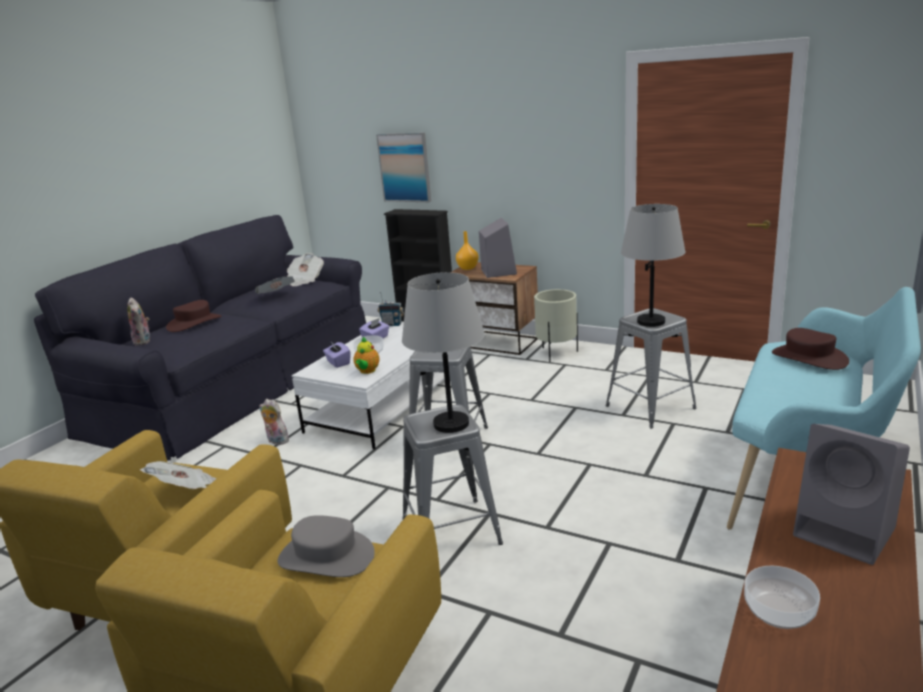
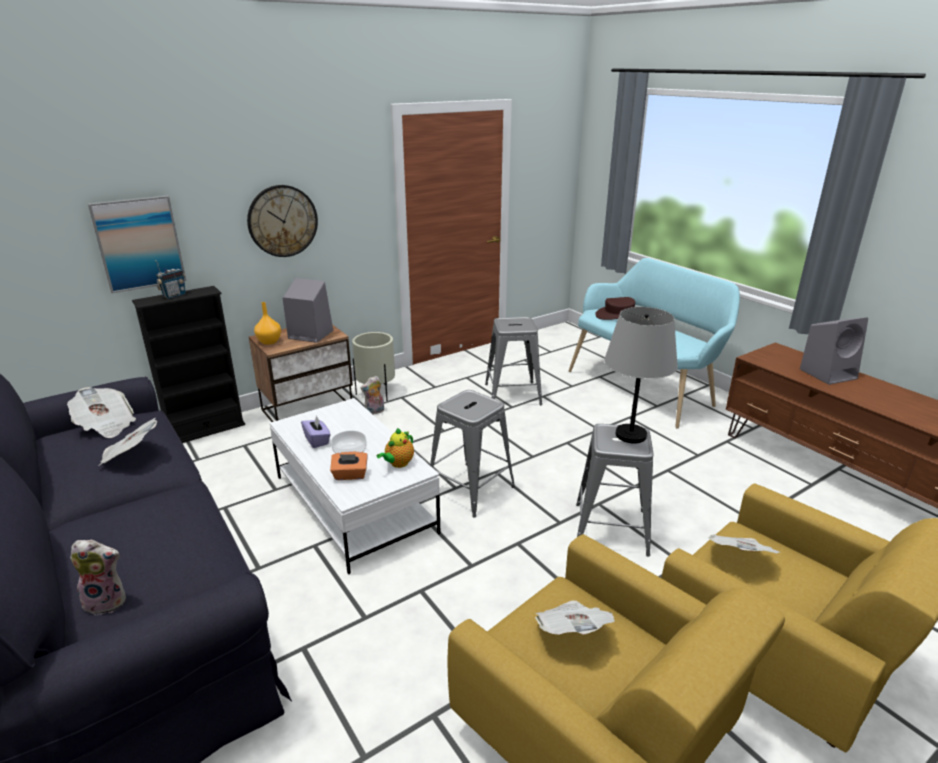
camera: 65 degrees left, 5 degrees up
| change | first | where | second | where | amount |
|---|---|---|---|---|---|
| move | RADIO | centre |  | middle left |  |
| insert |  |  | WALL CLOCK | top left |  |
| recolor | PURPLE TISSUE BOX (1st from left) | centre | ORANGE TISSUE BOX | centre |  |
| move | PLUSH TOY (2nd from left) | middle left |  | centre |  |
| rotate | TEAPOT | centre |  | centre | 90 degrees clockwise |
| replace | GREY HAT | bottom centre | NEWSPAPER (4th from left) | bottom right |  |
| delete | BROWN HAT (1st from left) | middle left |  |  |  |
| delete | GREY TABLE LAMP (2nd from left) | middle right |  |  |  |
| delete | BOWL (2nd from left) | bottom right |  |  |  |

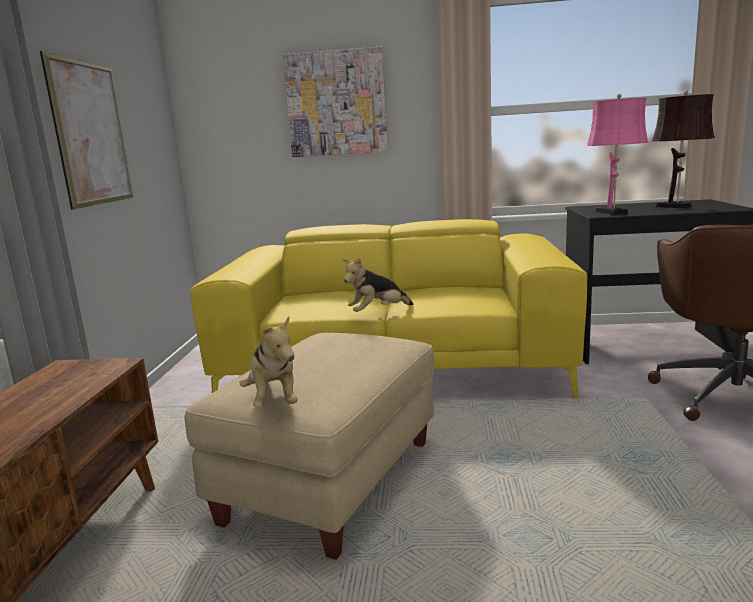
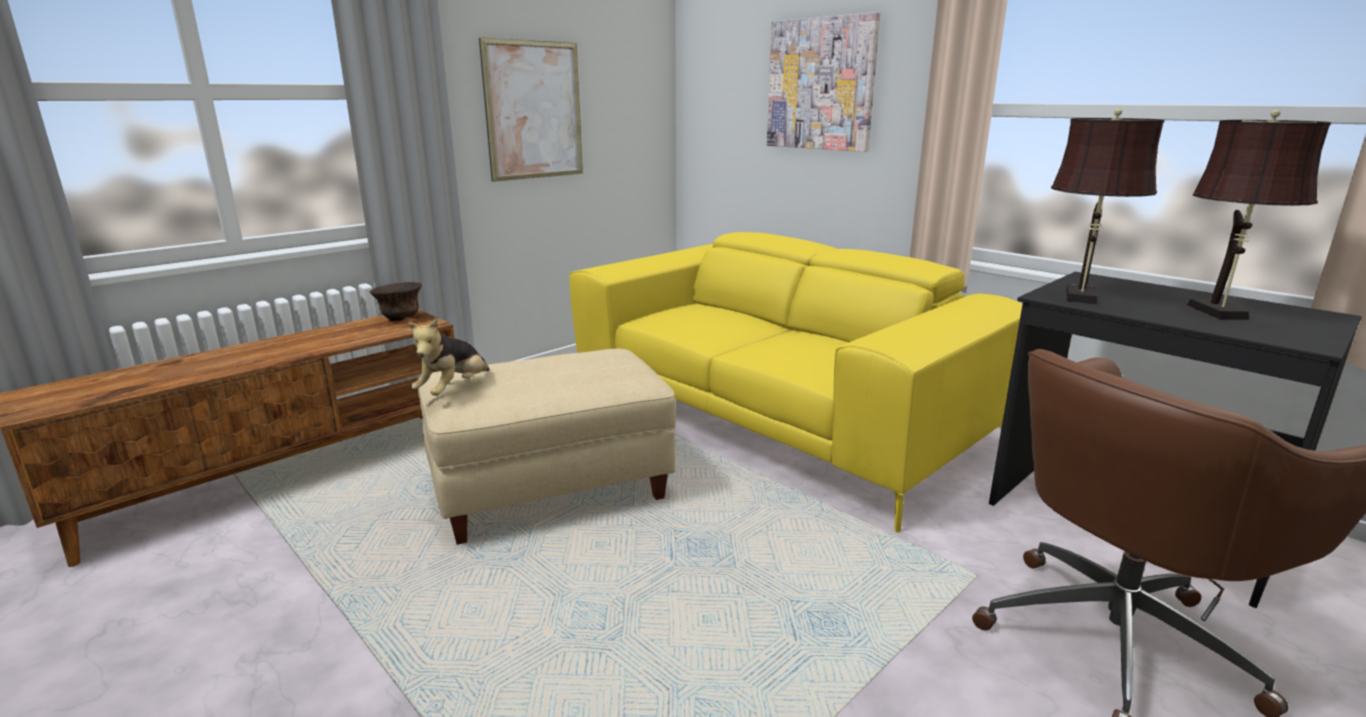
camera: 40 degrees right, 5 degrees up
| change | first | where | second | where | amount |
|---|---|---|---|---|---|
| insert |  |  | BROWN BOWL | middle left |  |
| recolor | PINK TABLE LAMP | top right | BROWN TABLE LAMP (1st from left) | top right |  |
| delete | PLUSH TOY (2nd from left) | centre |  |  |  |

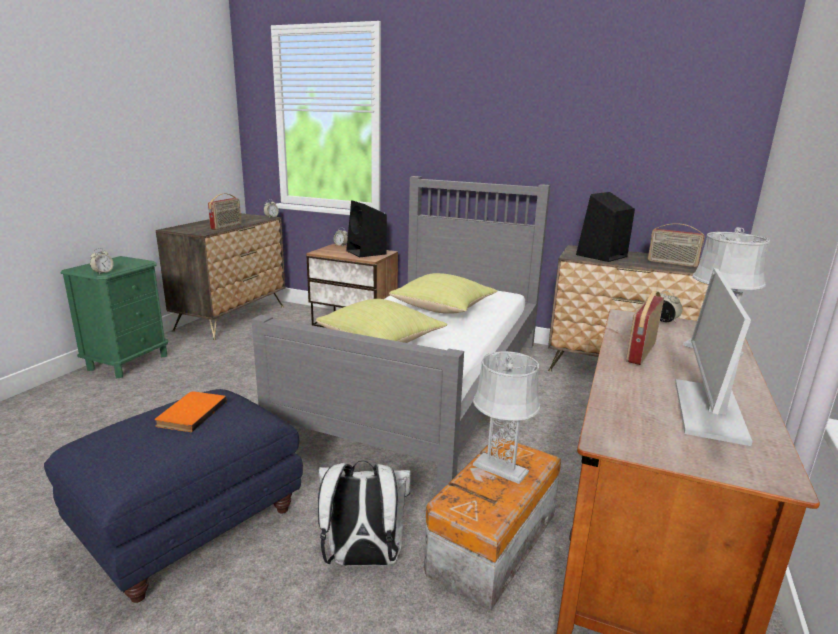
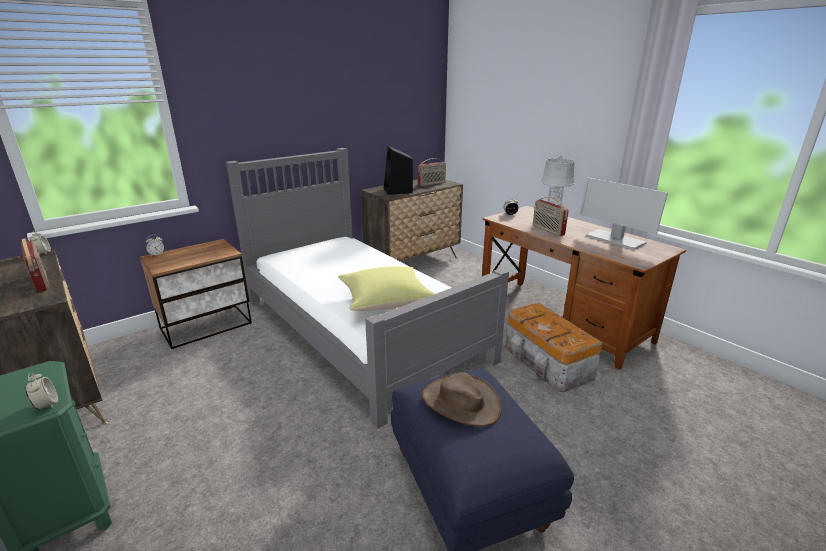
camera: 60 degrees left, 5 degrees up
| change | first | where | second | where | amount |
|---|---|---|---|---|---|
| replace | ORANGE BOOK | middle left | BROWN HAT | bottom centre |  |
| delete | WHITE BACKPACK | bottom centre |  |  |  |
| delete | BLACK SPEAKER (1st from left) | centre |  |  |  |
| delete | YELLOW PILLOW (2nd from left) | centre |  |  |  |
| delete | GREY TABLE LAMP (1st from left) | centre |  |  |  |

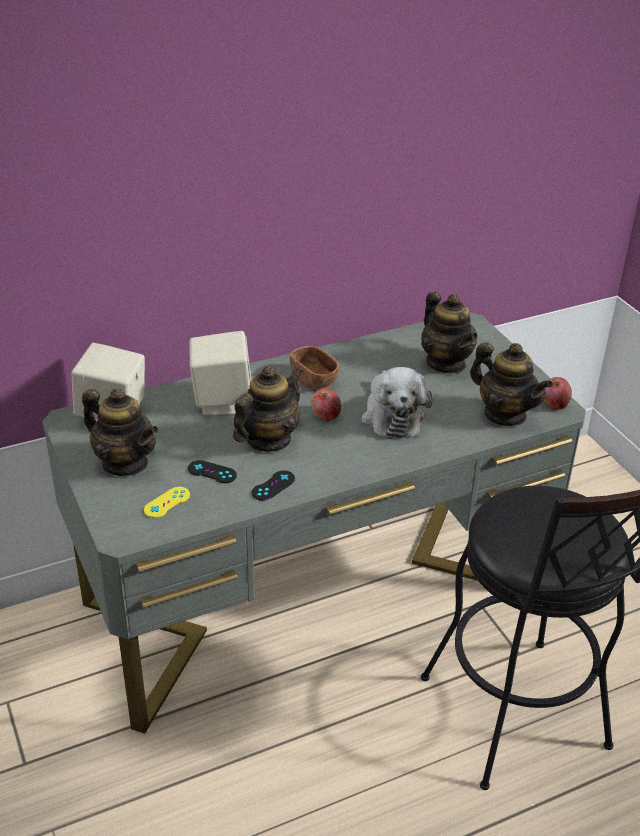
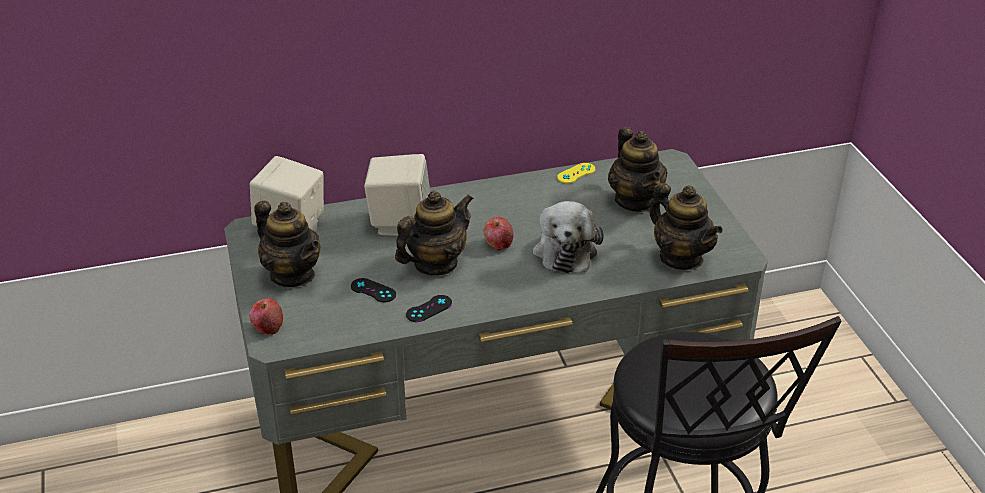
camera: 10 degrees right, 0 degrees up
| change | first | where | second | where | amount |
|---|---|---|---|---|---|
| move | APPLE (2nd from left in the first image) | middle right | APPLE (1st from left) | middle left |  |
| move | YELLOW GAME CONTROLLER | middle left |  | centre |  |
| delete | BROWN BOWL | centre |  |  |  |

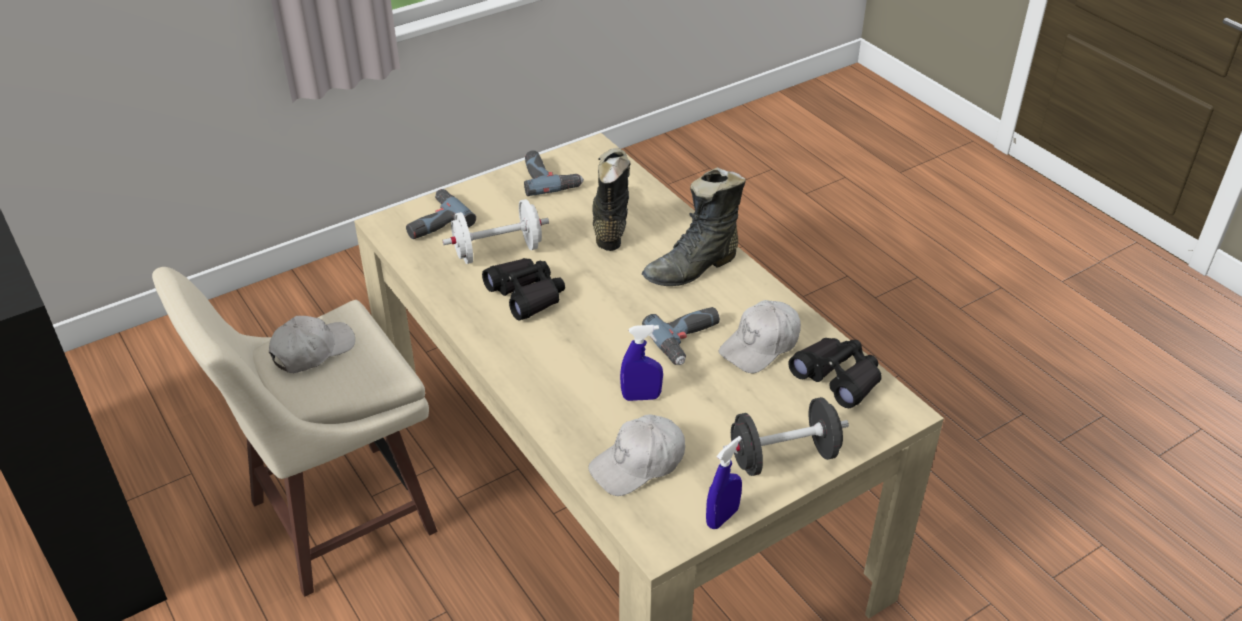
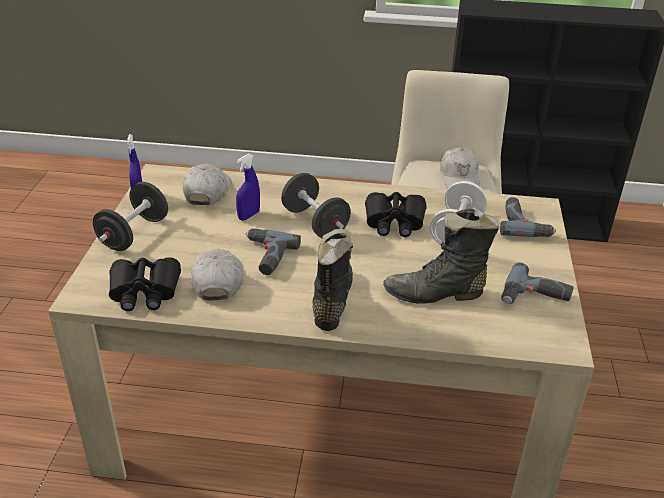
camera: 130 degrees right, 5 degrees down
| change | first | where | second | where | amount |
|---|---|---|---|---|---|
| insert |  |  | BLACK DUMBBELL (2nd from left) | centre |  |
| rotate | BLACK BOOT (1st from left in the first image) | top centre | BLACK BOOT (2nd from left) | centre | 135 degrees clockwise |

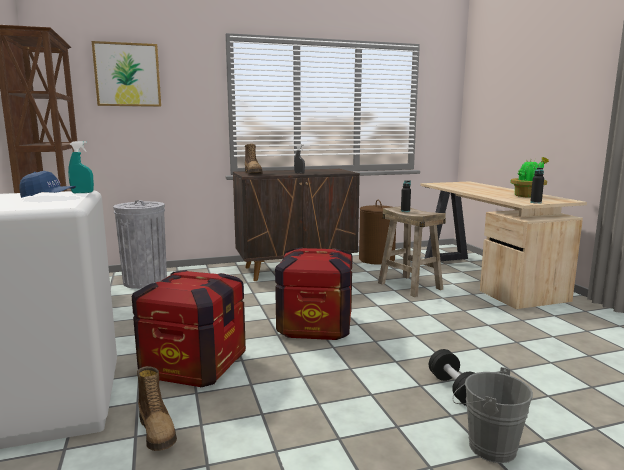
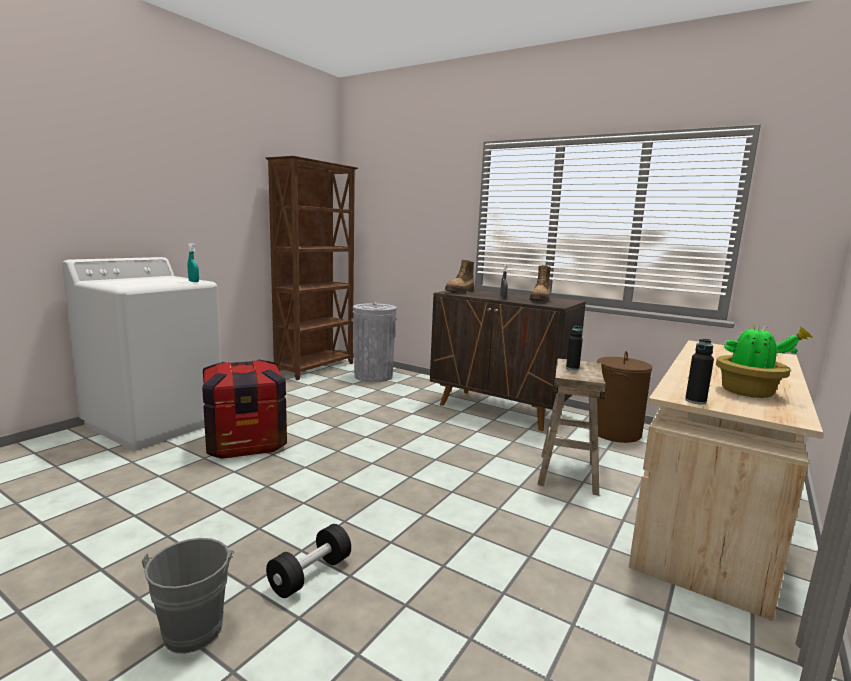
camera: 50 degrees right, 0 degrees up
| change | first | where | second | where | amount |
|---|---|---|---|---|---|
| move | BOOT (1st from left in the first image) | bottom left | BOOT (2nd from left) | centre |  |
| delete | BLUE CAP | middle left |  |  |  |
| delete | PICTURE | top left |  |  |  |
| delete | CRATE (2nd from left) | centre |  |  |  |

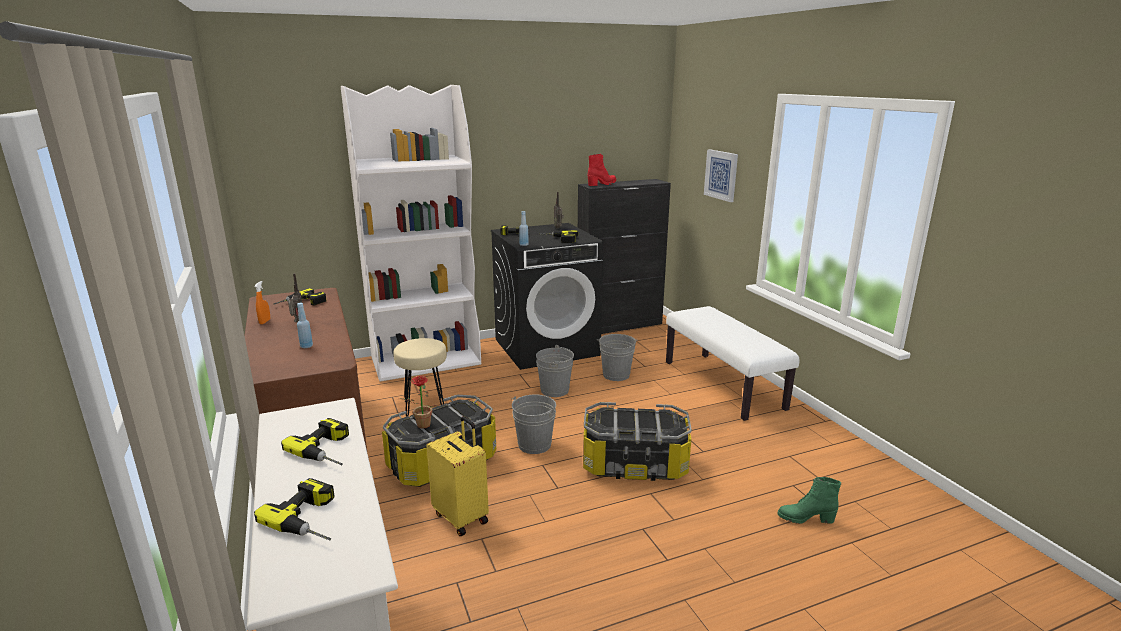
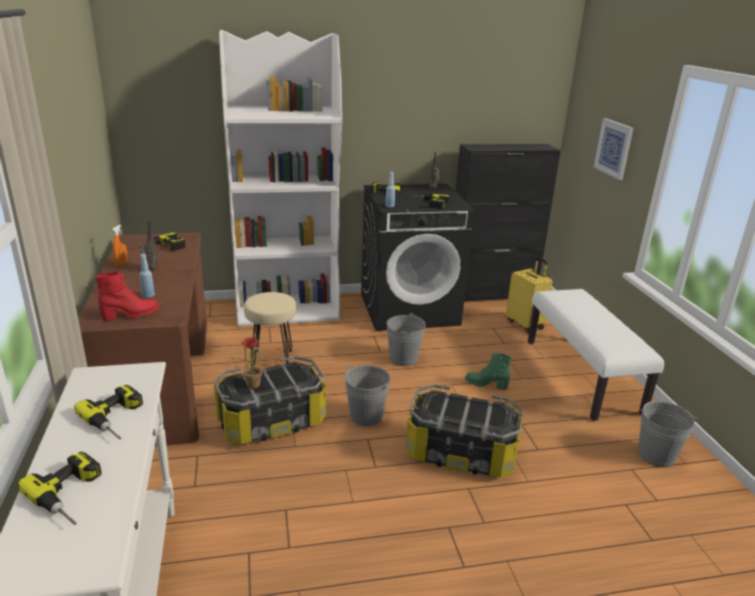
camera: 10 degrees right, 5 degrees up
| change | first | where | second | where | amount |
|---|---|---|---|---|---|
| move | RED BOOT | top centre |  | middle left |  |
| move | GREEN BOOT | bottom right |  | centre |  |
| move | YELLOW SUITCASE | bottom centre |  | middle right |  |
| move | GREY BUCKET (3rd from left) | centre |  | bottom right |  |

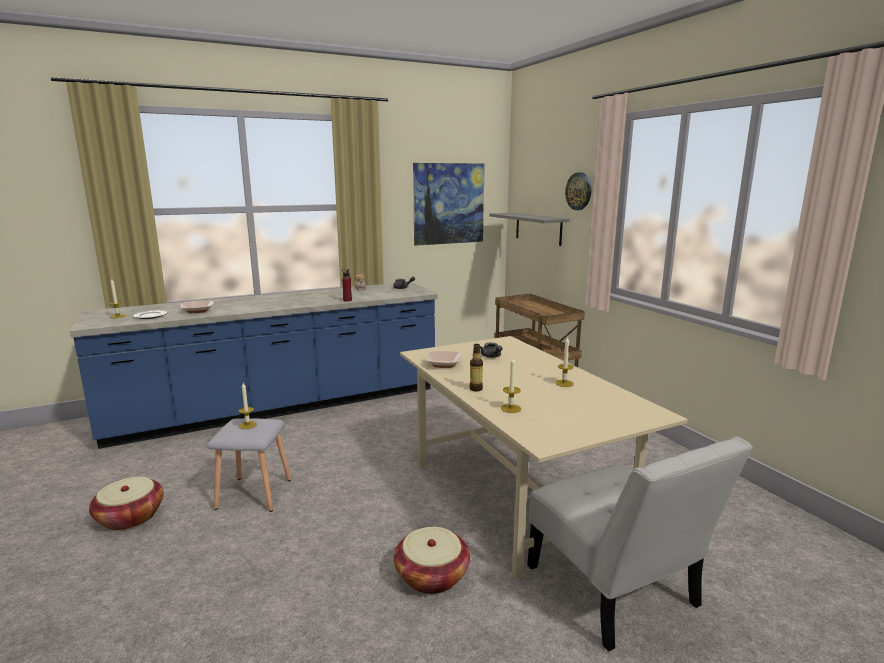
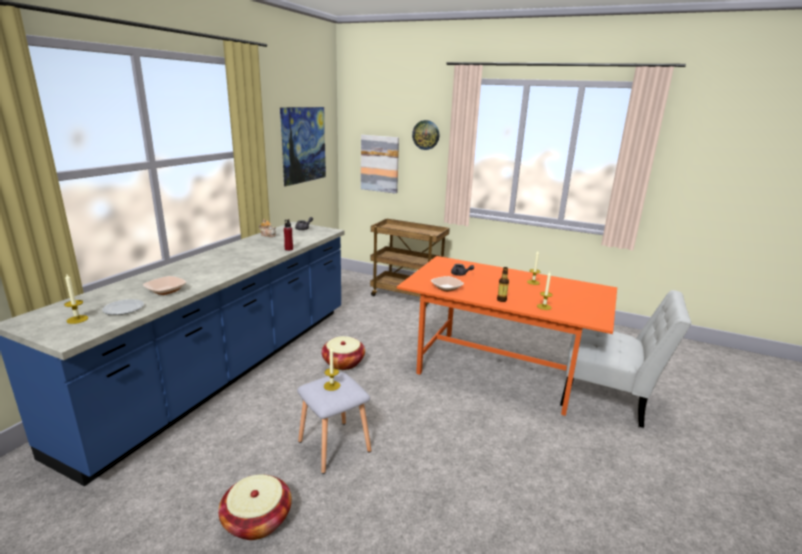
camera: 40 degrees left, 5 degrees up
| change | first | where | second | where | amount |
|---|---|---|---|---|---|
| move | BASKET (2nd from left) | bottom centre |  | centre |  |
| replace | GREY SHELF | centre | PICTURE (2nd from left) | top centre |  |
| recolor | BEIGE DINING TABLE | bottom centre | ORANGE DINING TABLE | centre |  |

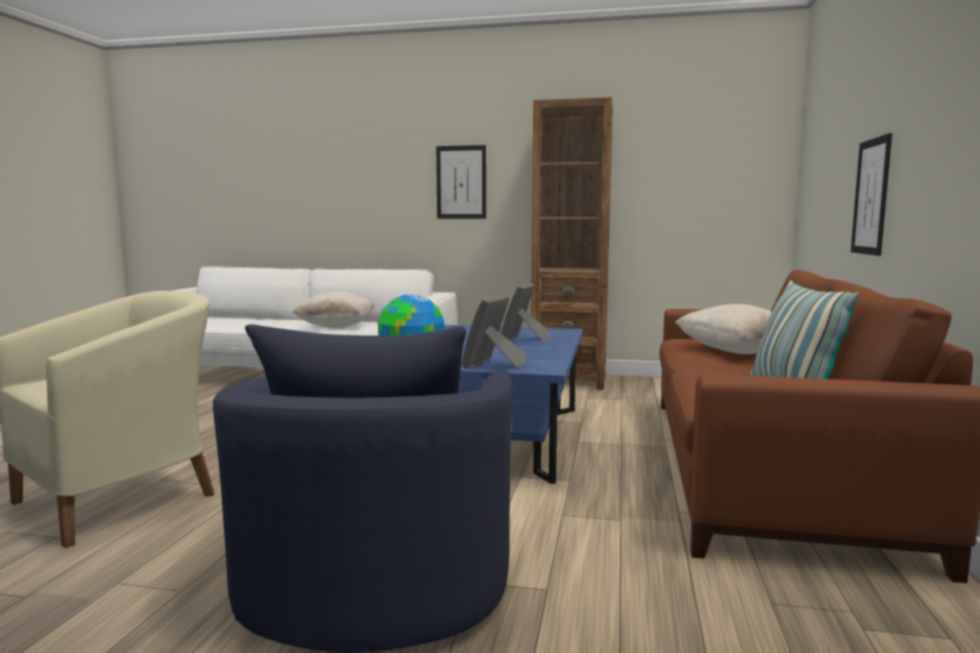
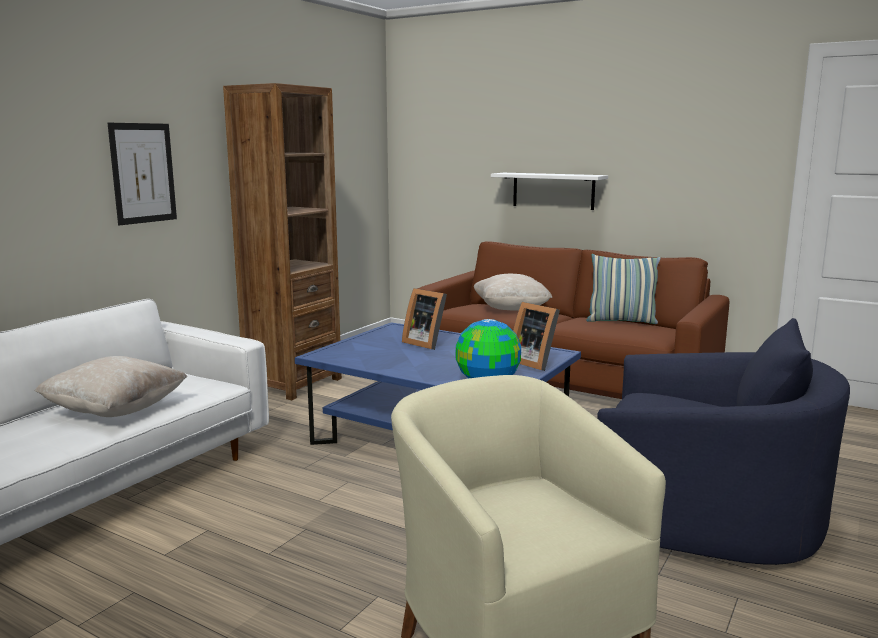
camera: 70 degrees left, 5 degrees up
| change | first | where | second | where | amount |
|---|---|---|---|---|---|
| replace | PICTURE (2nd from left) | top right | WHITE SHELF | top centre |  |

